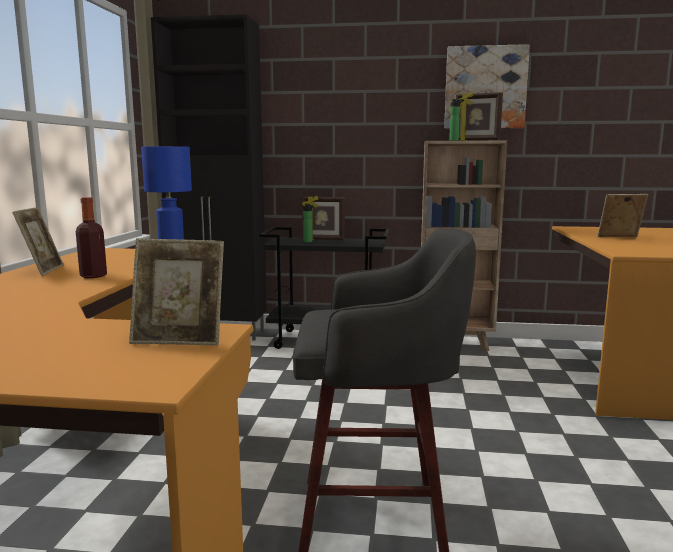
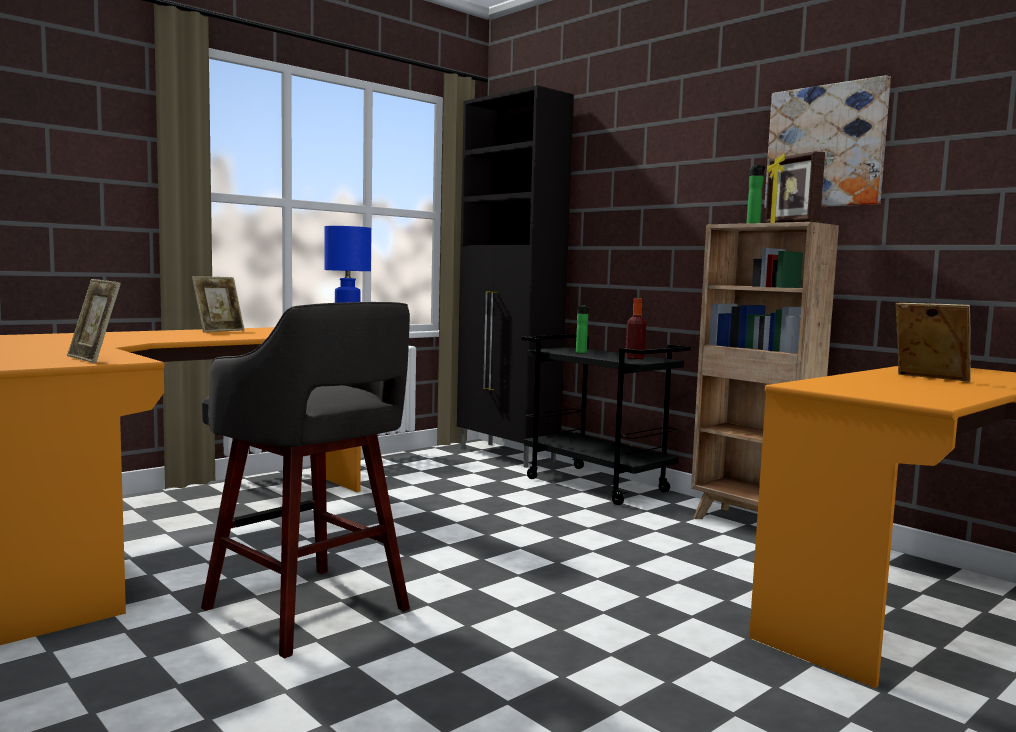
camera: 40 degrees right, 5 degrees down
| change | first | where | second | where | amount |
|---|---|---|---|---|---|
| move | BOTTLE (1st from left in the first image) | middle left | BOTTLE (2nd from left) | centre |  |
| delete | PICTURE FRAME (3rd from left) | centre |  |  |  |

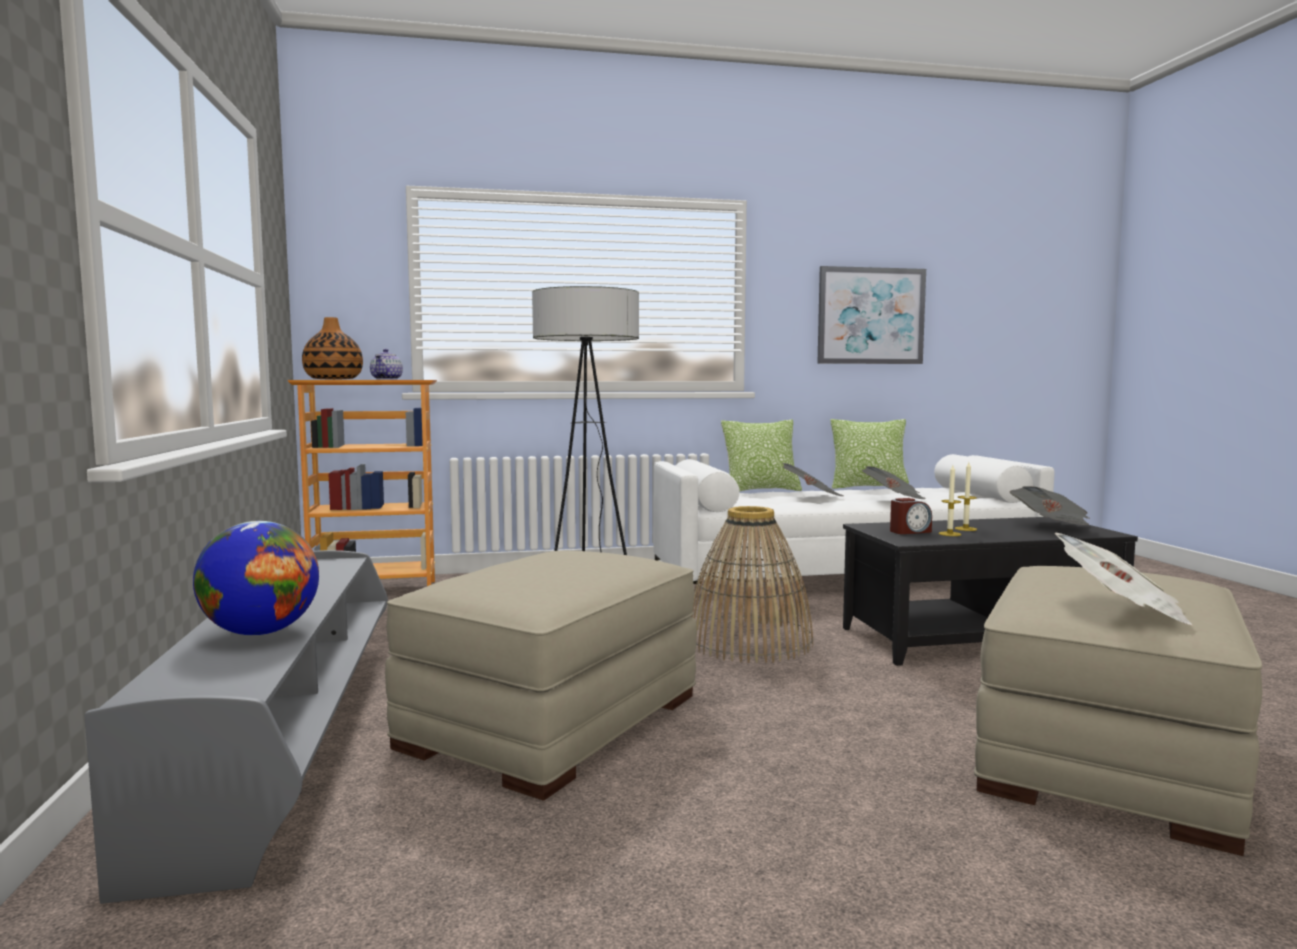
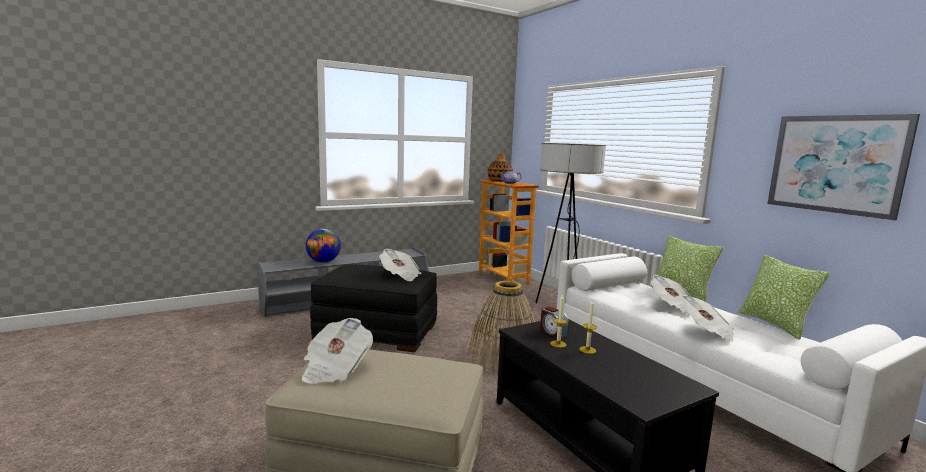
camera: 70 degrees right, 5 degrees up
| change | first | where | second | where | amount |
|---|---|---|---|---|---|
| recolor | BEIGE OTTOMAN (1st from left) | bottom centre | BLACK OTTOMAN | centre |  |
| move | NEWSPAPER (3rd from left in the first image) | middle right | NEWSPAPER (2nd from left) | centre |  |

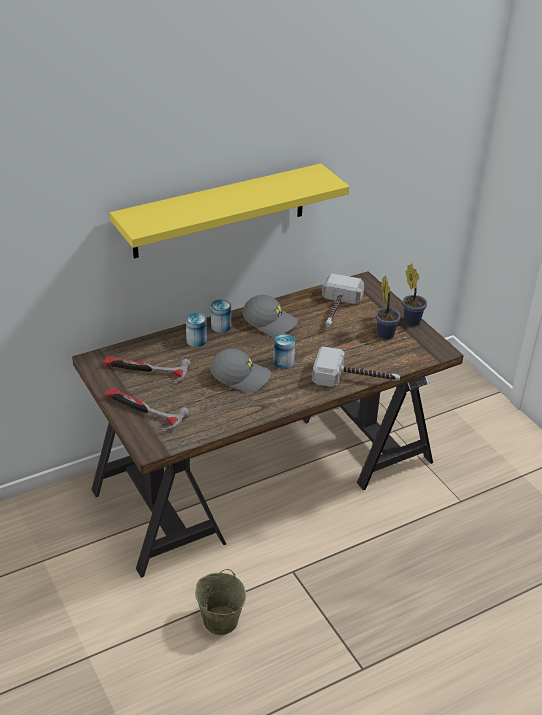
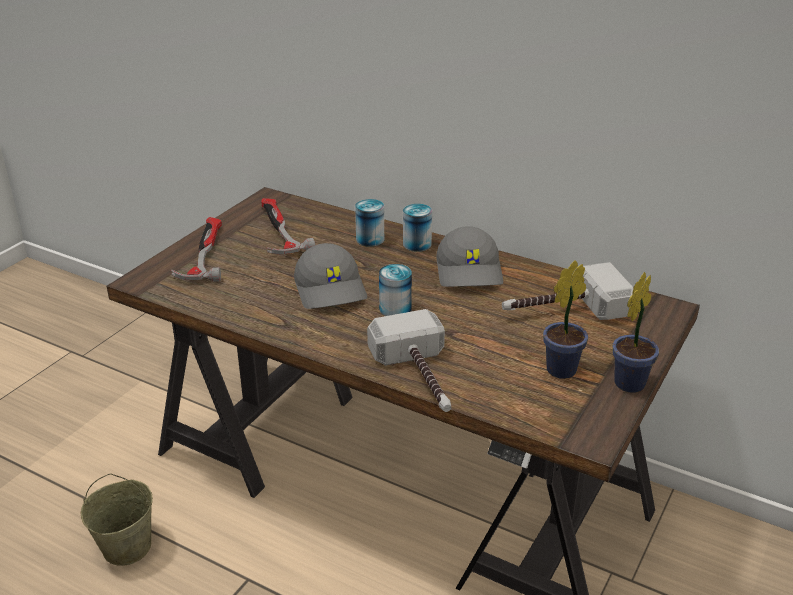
camera: 60 degrees right, 5 degrees down
| change | first | where | second | where | amount |
|---|---|---|---|---|---|
| delete | YELLOW SHELF | top centre |  |  |  |

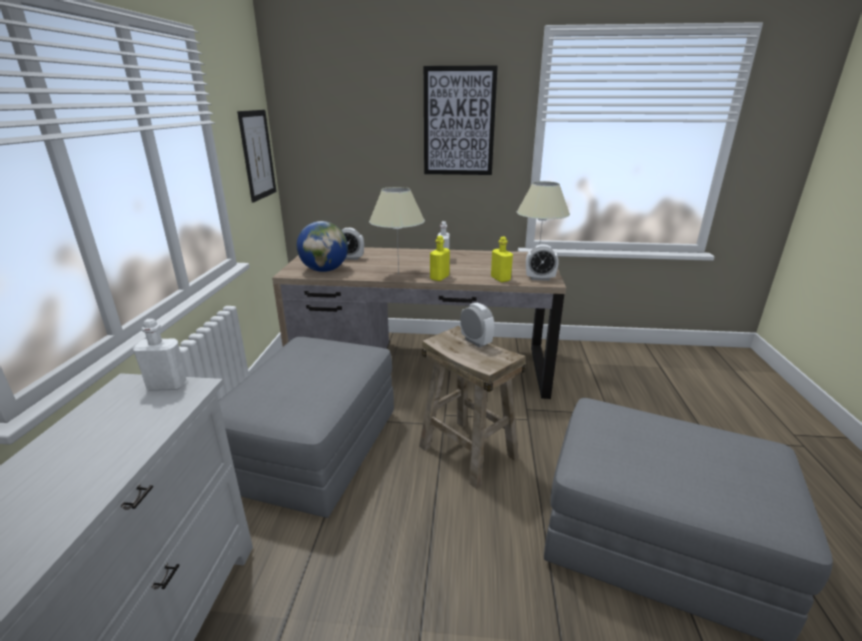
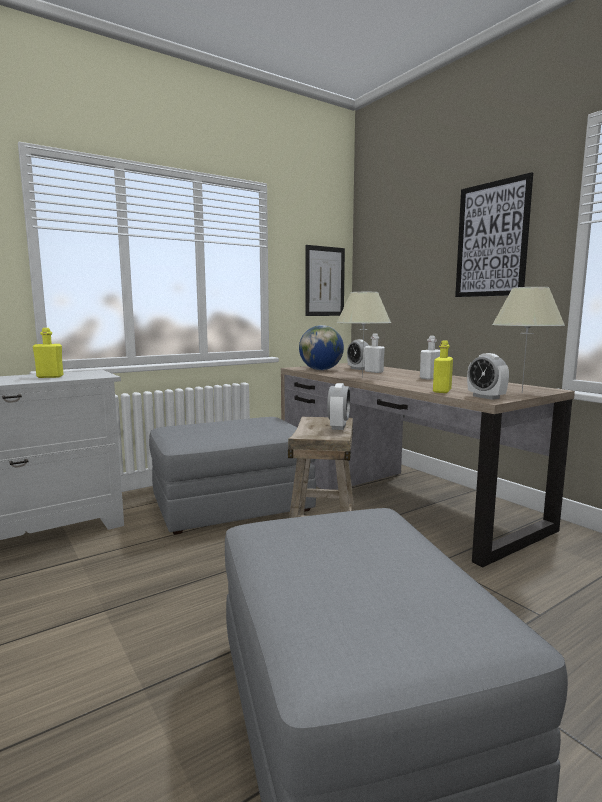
camera: 50 degrees right, 15 degrees down
| change | first | where | second | where | amount |
|---|---|---|---|---|---|
| move | YELLOW BOTTLE (1st from left) | centre |  | middle left |  |
| move | WHITE BOTTLE (1st from left) | middle left |  | centre |  |

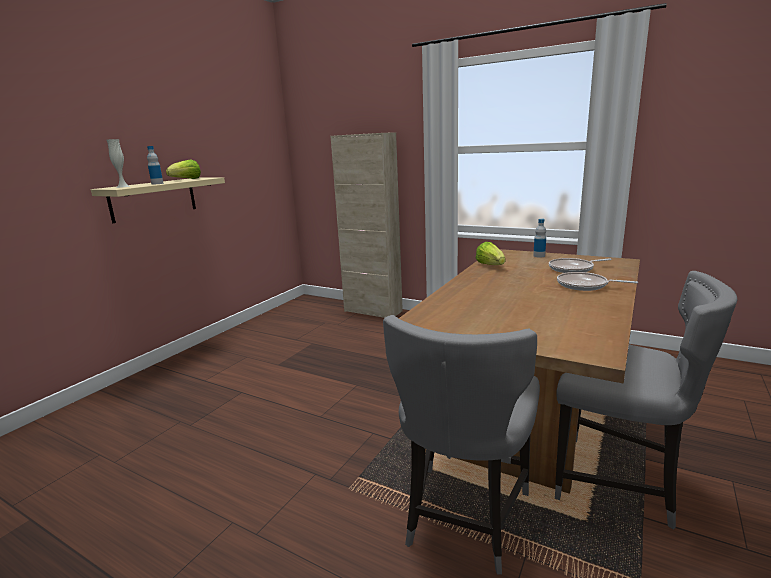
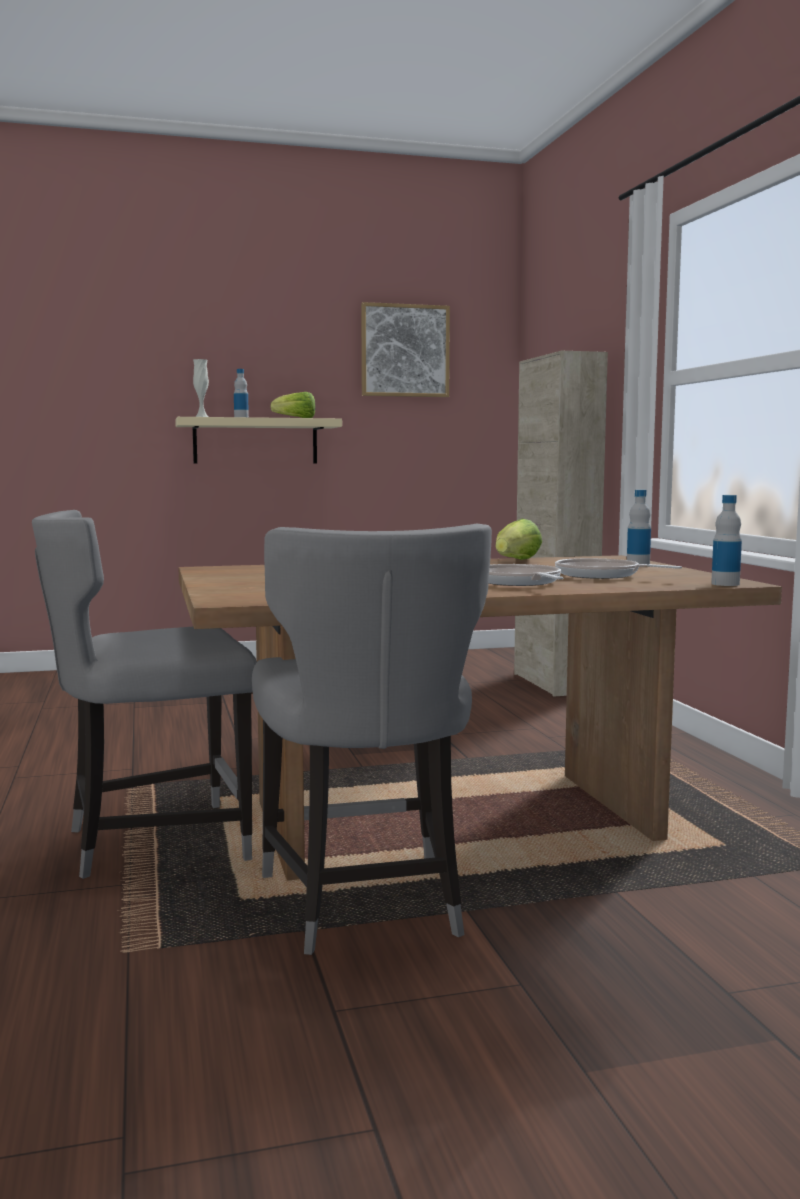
camera: 45 degrees right, 10 degrees down
| change | first | where | second | where | amount |
|---|---|---|---|---|---|
| insert |  |  | PICTURE | top centre |  |
| insert |  |  | BOTTLE (3rd from left) | middle right |  |

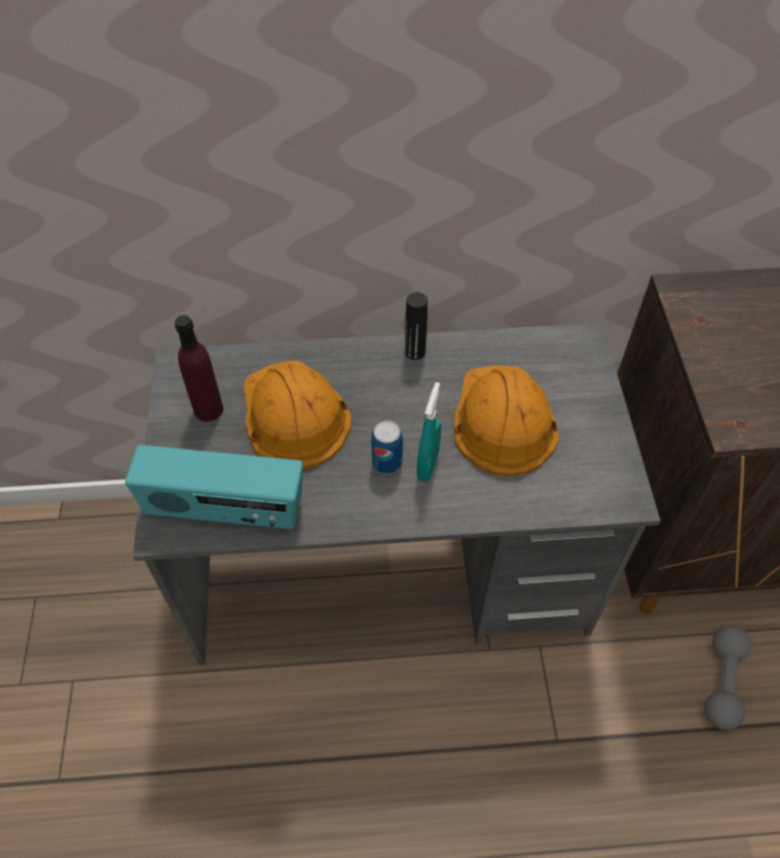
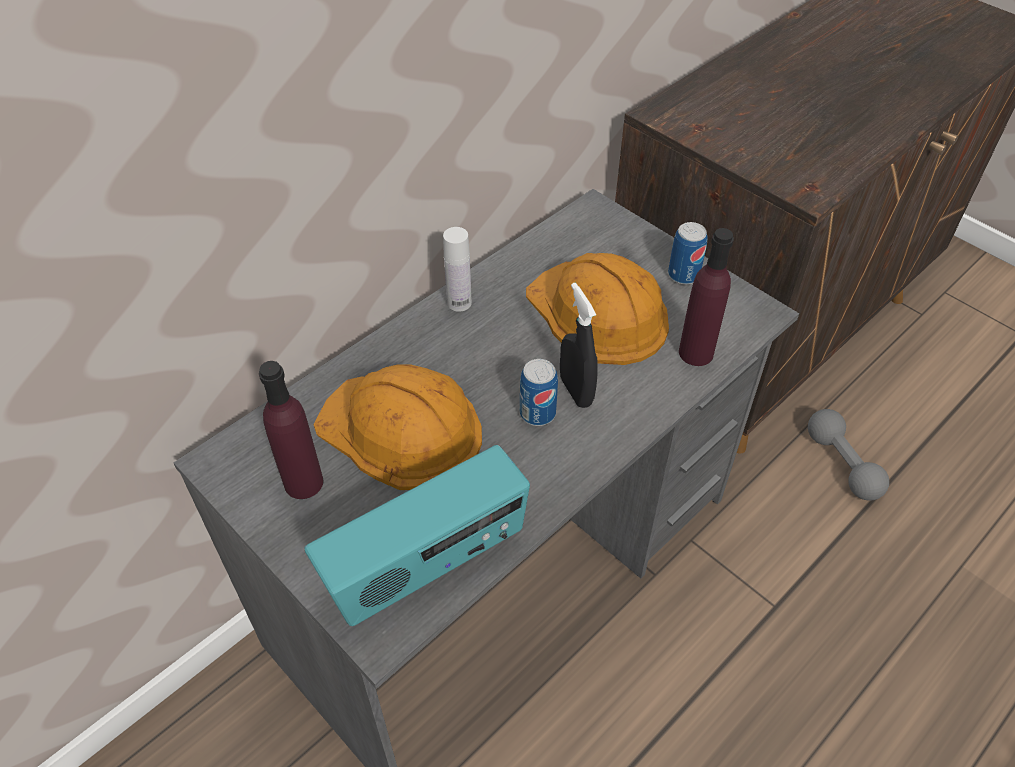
camera: 40 degrees left, 5 degrees down
| change | first | where | second | where | amount |
|---|---|---|---|---|---|
| recolor | BLACK BOTTLE | centre | WHITE BOTTLE | centre |  |
| recolor | TURQUOISE SPRAY BOTTLE | centre | BLACK SPRAY BOTTLE | centre |  |
| insert |  |  | CAN (2nd from left) | top right |  |
| insert |  |  | PURPLE BOTTLE (2nd from left) | middle right |  |

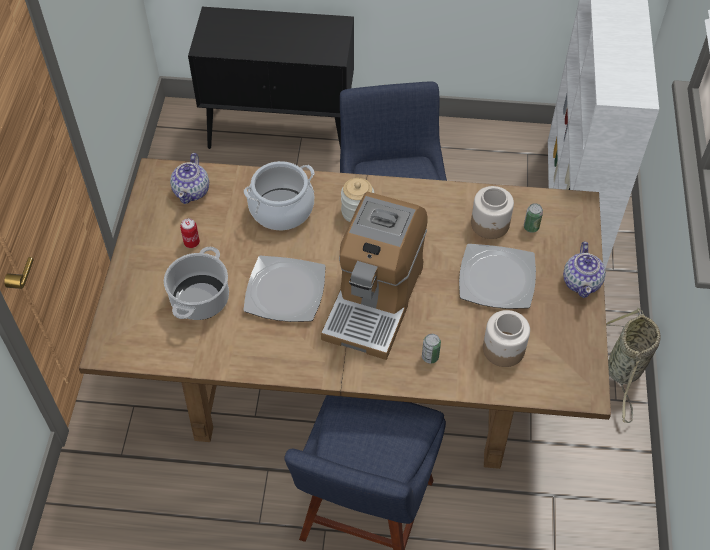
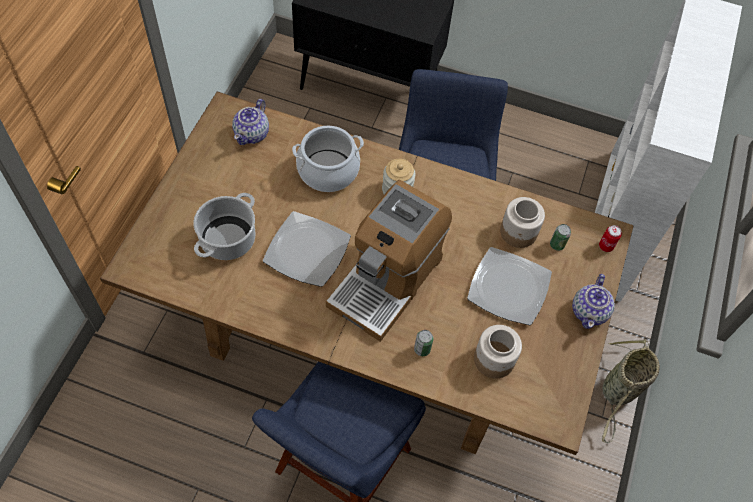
camera: 10 degrees right, 5 degrees up
| change | first | where | second | where | amount |
|---|---|---|---|---|---|
| move | CAN (1st from left in the first image) | middle left | CAN (3rd from left) | middle right |  |

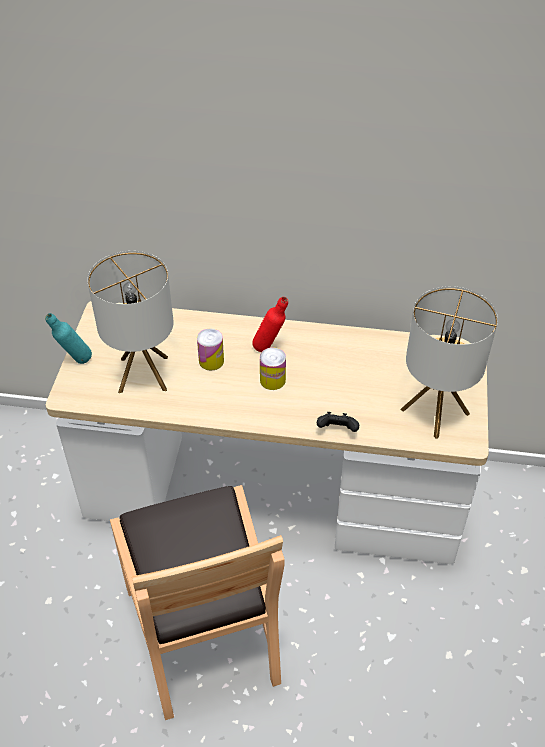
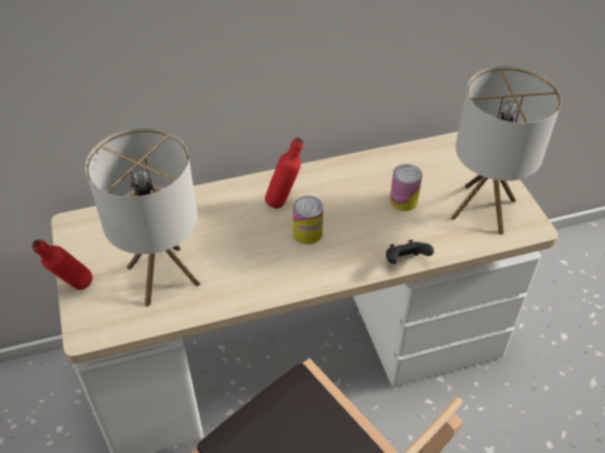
camera: 25 degrees left, 0 degrees up
| change | first | where | second | where | amount |
|---|---|---|---|---|---|
| recolor | TURQUOISE BOTTLE | middle left | RED BOTTLE (1st from left) | middle left |  |
| move | CAN (1st from left in the first image) | centre | CAN (2nd from left) | middle right |  |

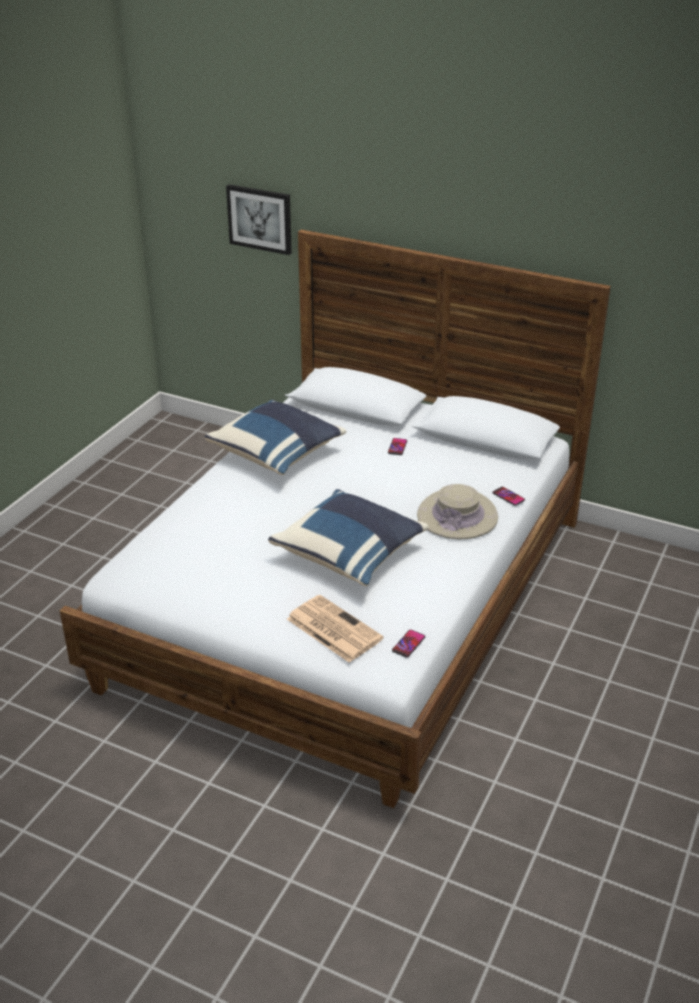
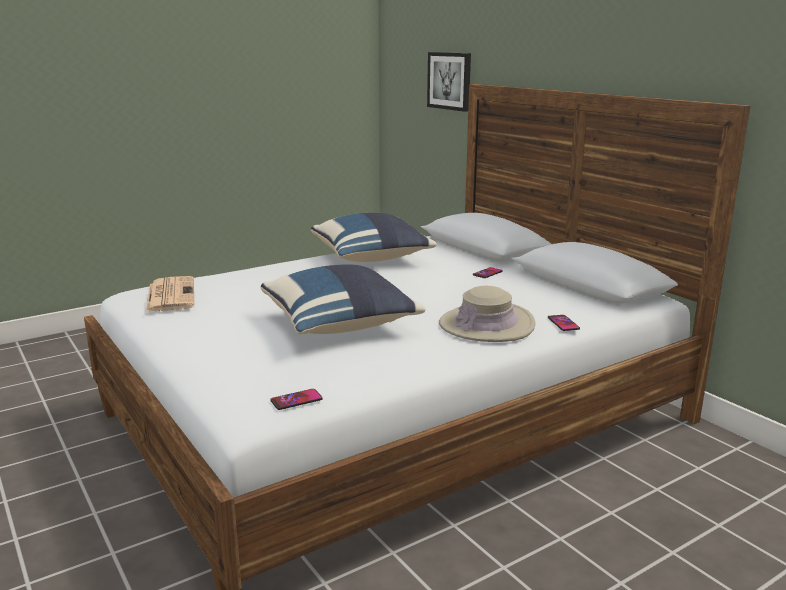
camera: 30 degrees right, 15 degrees down
| change | first | where | second | where | amount |
|---|---|---|---|---|---|
| move | NEWSPAPER | centre |  | middle left |  |

